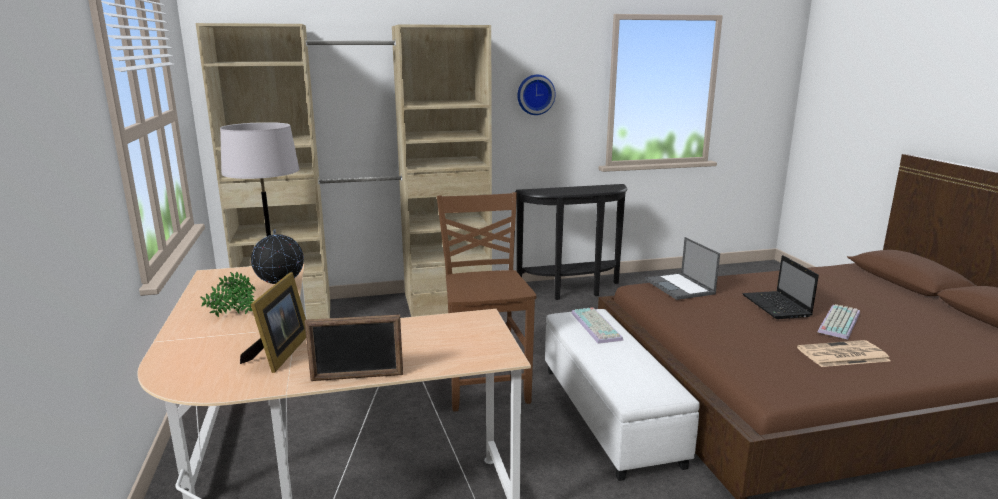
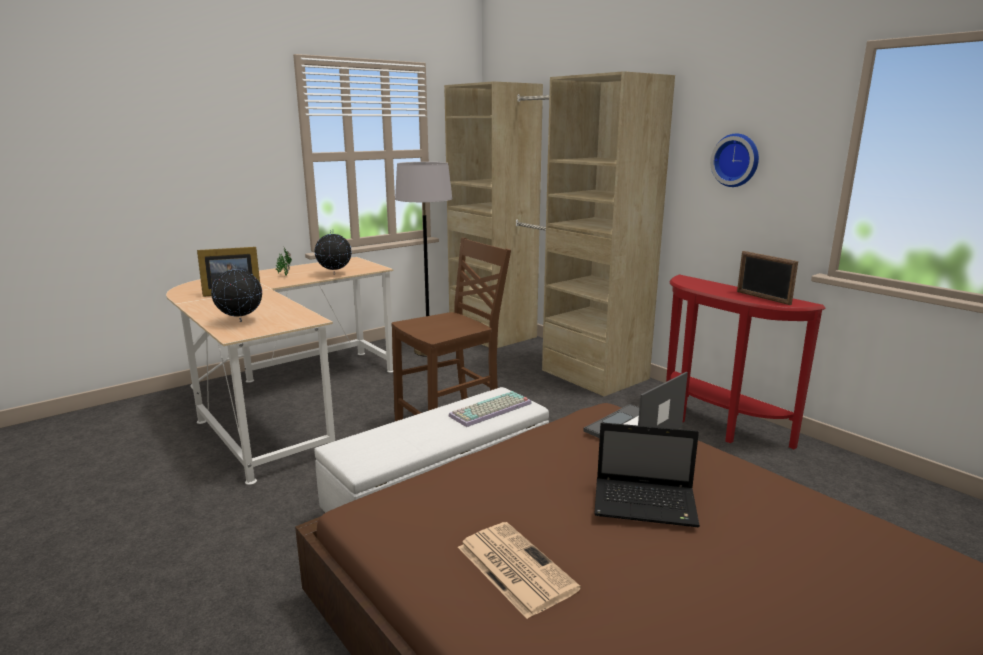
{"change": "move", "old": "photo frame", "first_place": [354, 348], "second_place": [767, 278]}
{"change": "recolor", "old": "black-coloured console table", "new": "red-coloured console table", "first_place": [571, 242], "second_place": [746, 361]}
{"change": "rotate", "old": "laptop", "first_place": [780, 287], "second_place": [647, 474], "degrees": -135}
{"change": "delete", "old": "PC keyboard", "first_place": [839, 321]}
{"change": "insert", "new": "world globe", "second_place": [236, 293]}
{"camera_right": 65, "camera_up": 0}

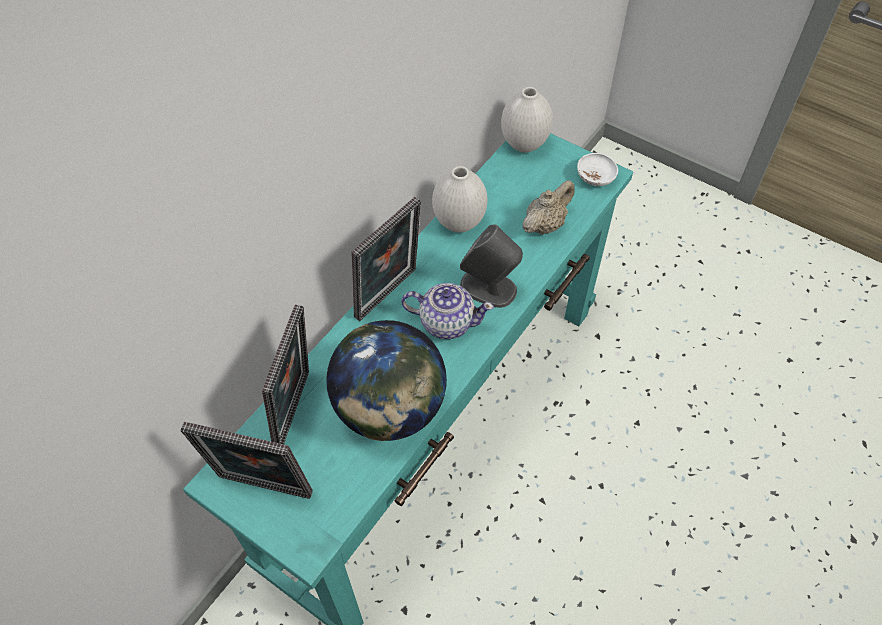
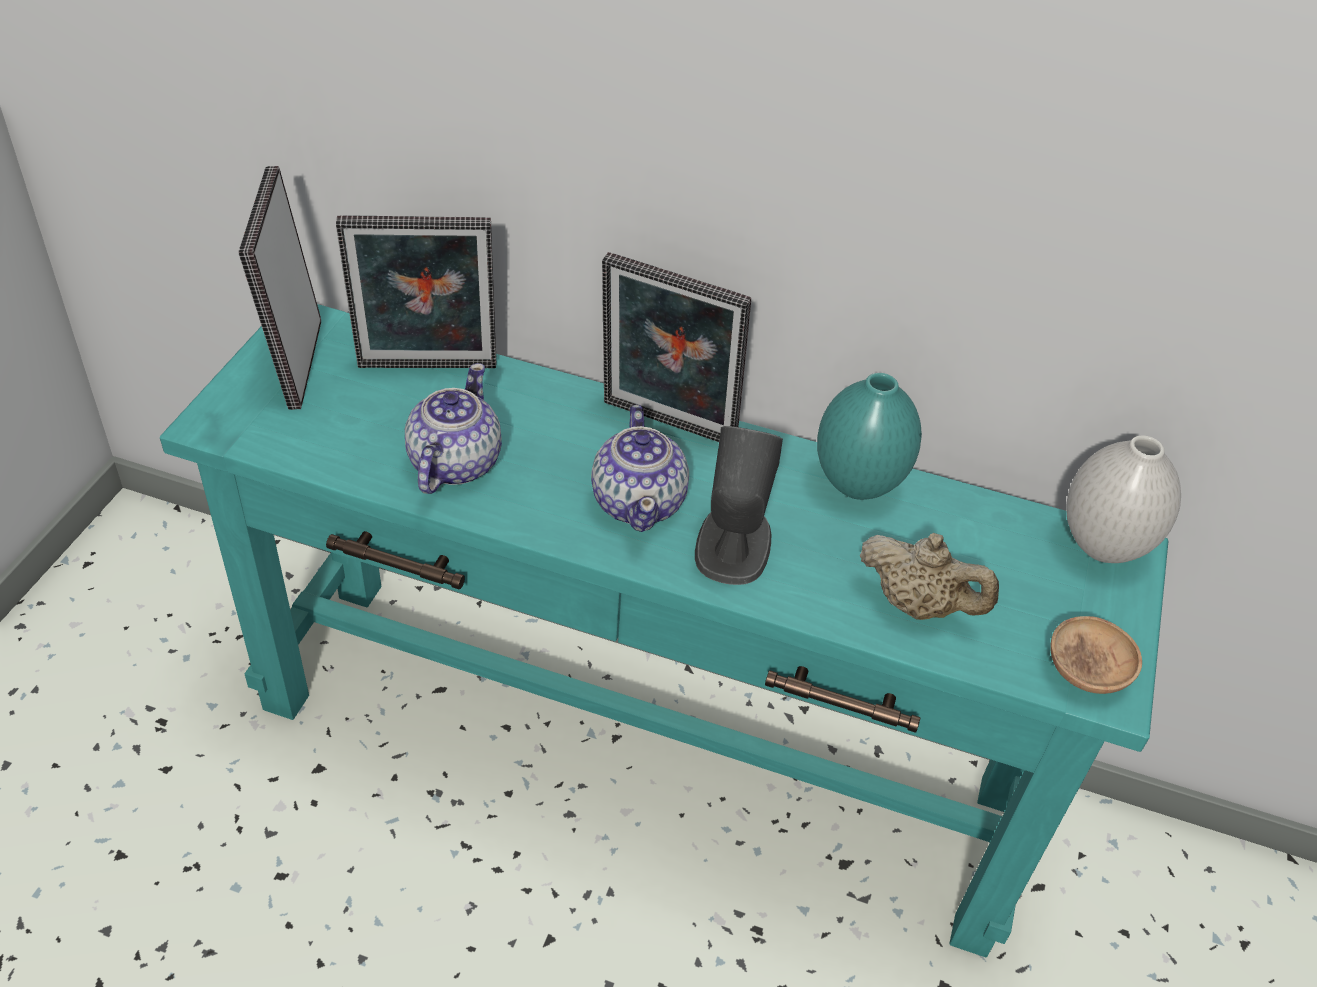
{"change": "replace", "old": "world globe", "new": "pot for tea", "first_place": [386, 380], "second_place": [453, 428]}
{"change": "recolor", "old": "whitish flower vase", "new": "turquoise-coloured flower vase", "first_place": [459, 199], "second_place": [869, 436]}
{"change": "recolor", "old": "whitish serving bowl", "new": "brown serving bowl", "first_place": [597, 169], "second_place": [1096, 655]}
{"camera_right": 70, "camera_up": -10}

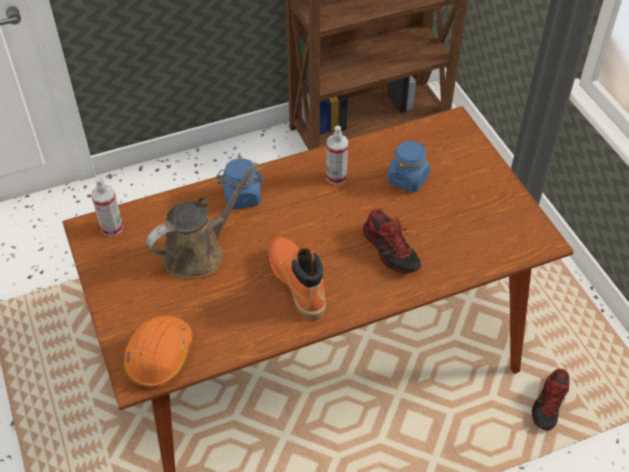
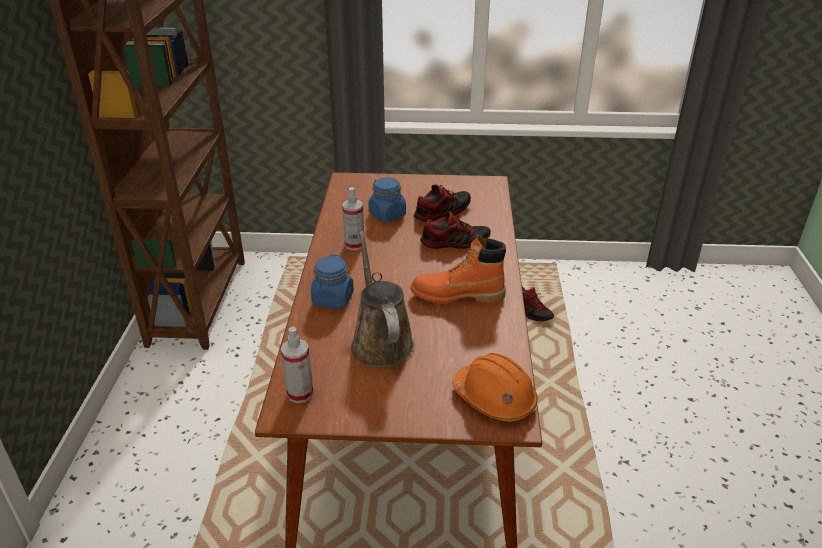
{"change": "insert", "new": "item of footwear", "second_place": [442, 203]}
{"camera_right": -65, "camera_up": -15}

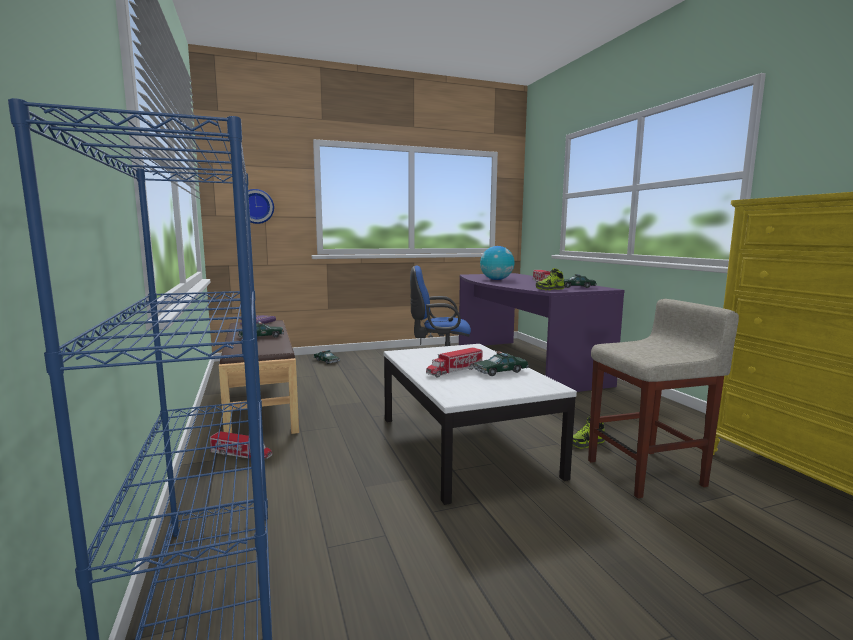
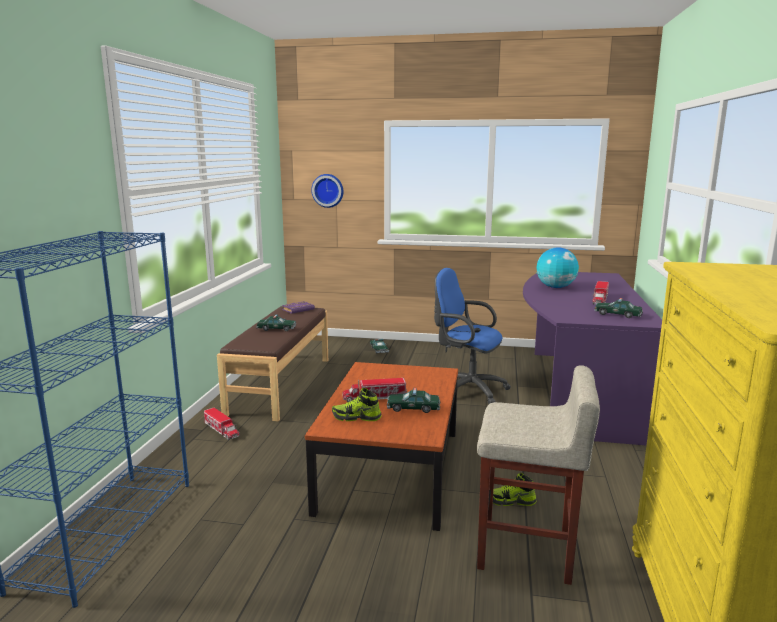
{"change": "recolor", "old": "whitish coffee table", "new": "brown coffee table", "first_place": [480, 424], "second_place": [381, 446]}
{"change": "move", "old": "item of footwear", "first_place": [550, 279], "second_place": [357, 404]}
{"camera_right": 30, "camera_up": 5}

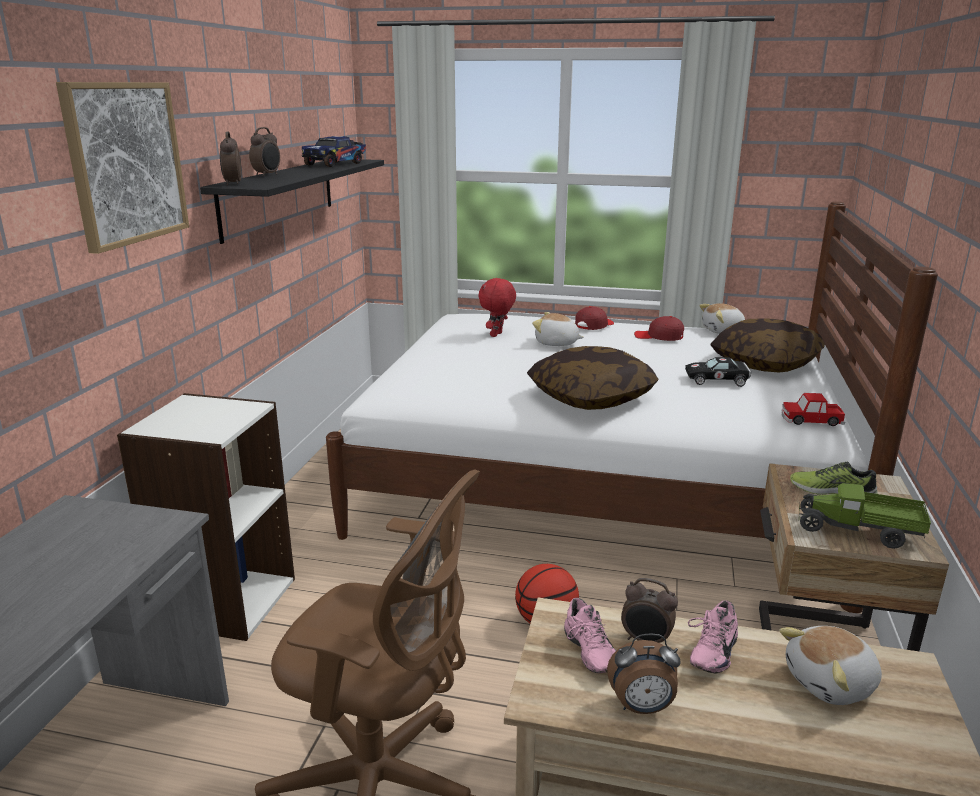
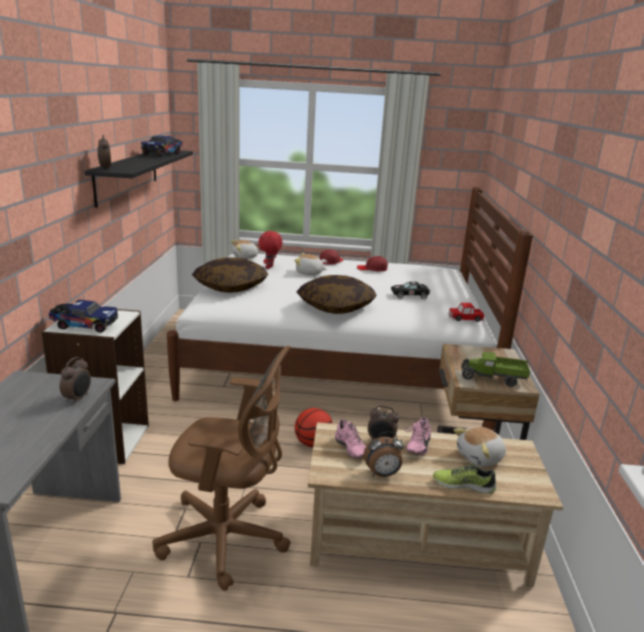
{"change": "delete", "old": "wall art", "first_place": [122, 168]}
{"change": "move", "old": "alarm clock", "first_place": [264, 151], "second_place": [75, 380]}
{"change": "move", "old": "plush toy", "first_place": [722, 318], "second_place": [246, 249]}
{"change": "move", "old": "throw pillow", "first_place": [767, 345], "second_place": [230, 275]}
{"change": "move", "old": "item of footwear", "first_place": [834, 478], "second_place": [464, 479]}
{"change": "insert", "new": "toy lorry", "second_place": [83, 316]}
{"camera_right": -10, "camera_up": 0}

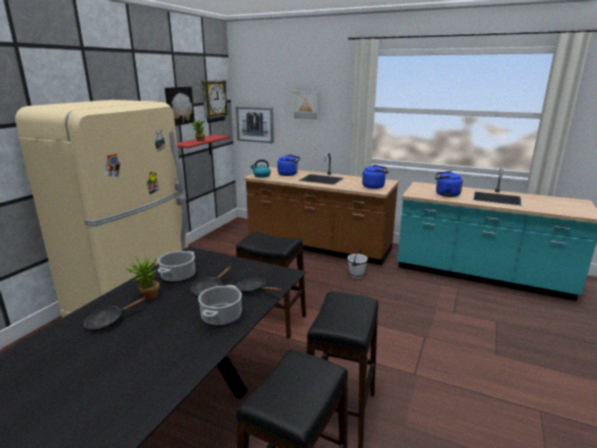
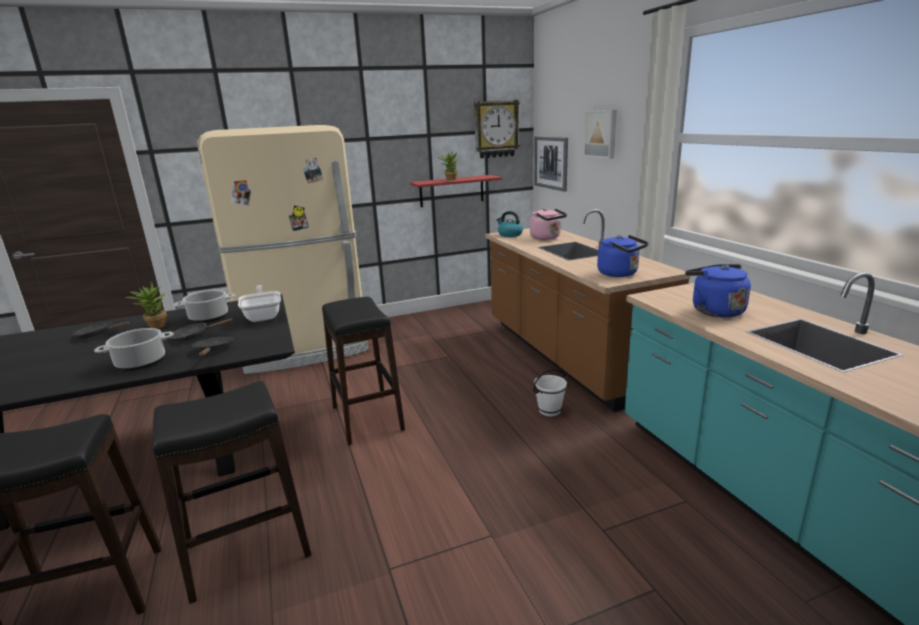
{"change": "delete", "old": "wall art", "first_place": [180, 106]}
{"change": "recolor", "old": "bluish tea kettle", "new": "pink tea kettle", "first_place": [288, 165], "second_place": [548, 224]}
{"change": "insert", "new": "skillet", "second_place": [259, 303]}
{"camera_right": 45, "camera_up": 0}

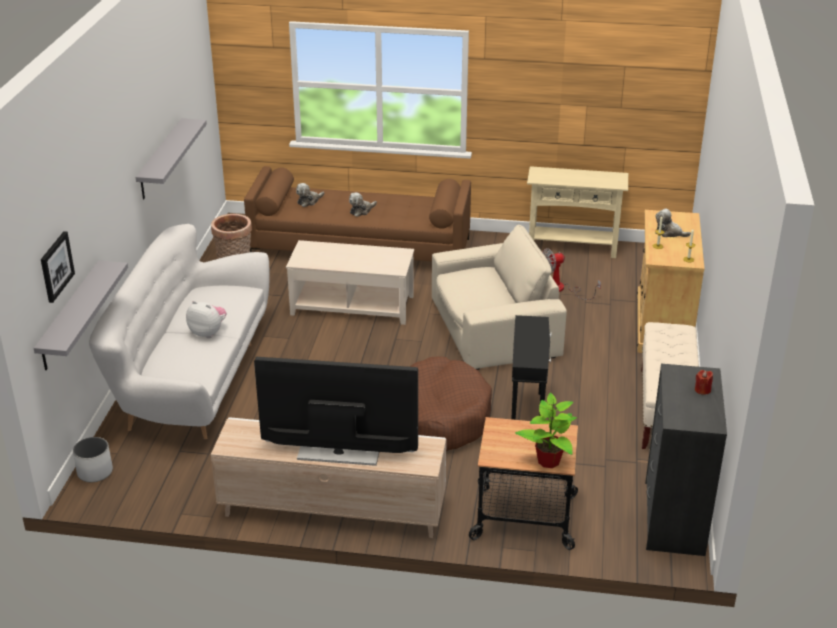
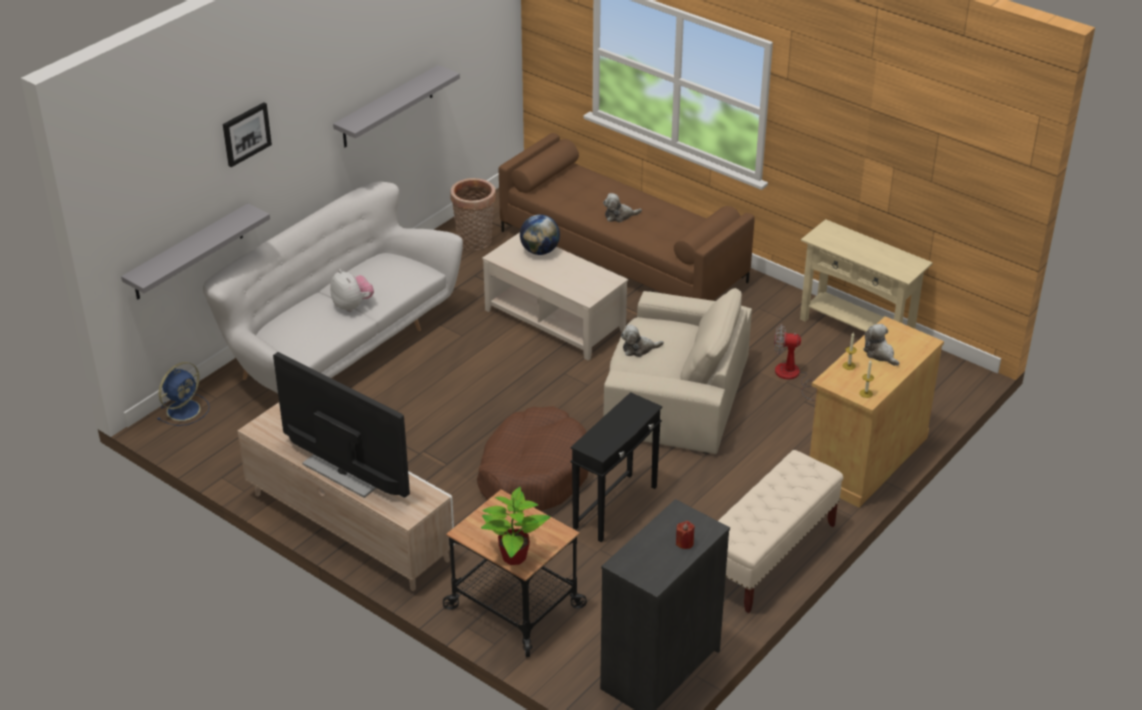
{"change": "move", "old": "wall art", "first_place": [58, 267], "second_place": [247, 134]}
{"change": "replace", "old": "whitish flower pot", "new": "bluish cooling fan", "first_place": [93, 459], "second_place": [183, 394]}
{"change": "move", "old": "plush toy", "first_place": [310, 195], "second_place": [642, 341]}
{"change": "insert", "new": "world globe", "second_place": [540, 234]}
{"camera_right": 30, "camera_up": 5}

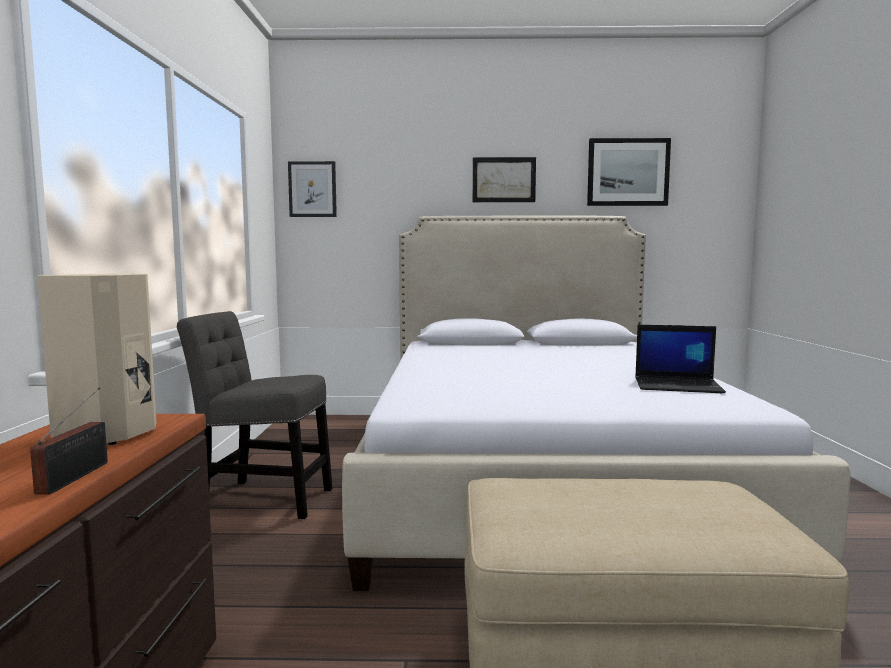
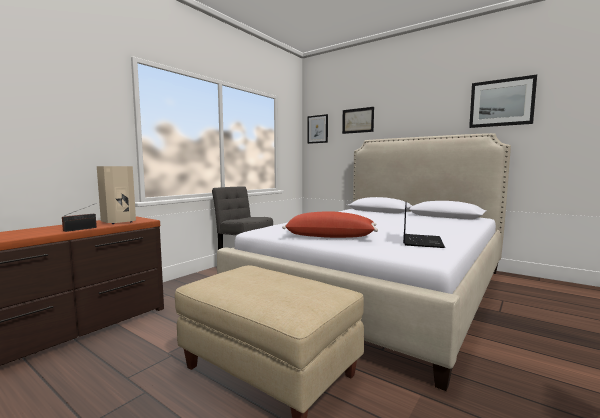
{"change": "move", "old": "wall art", "first_place": [504, 179], "second_place": [358, 120]}
{"change": "rotate", "old": "laptop", "first_place": [680, 359], "second_place": [424, 225], "degrees": -120}
{"change": "insert", "new": "red-coloured throw pillow", "second_place": [330, 224]}
{"camera_right": 35, "camera_up": 0}

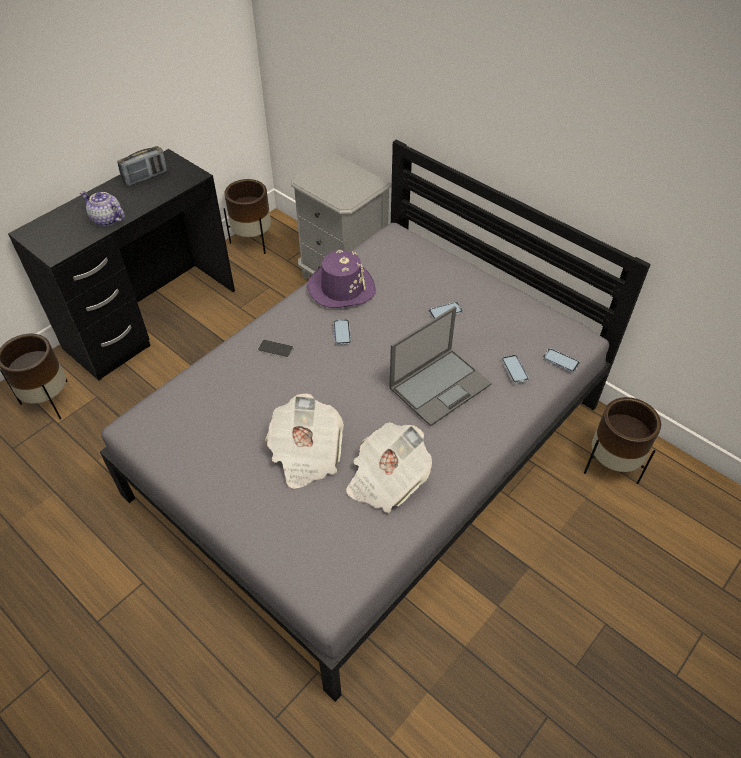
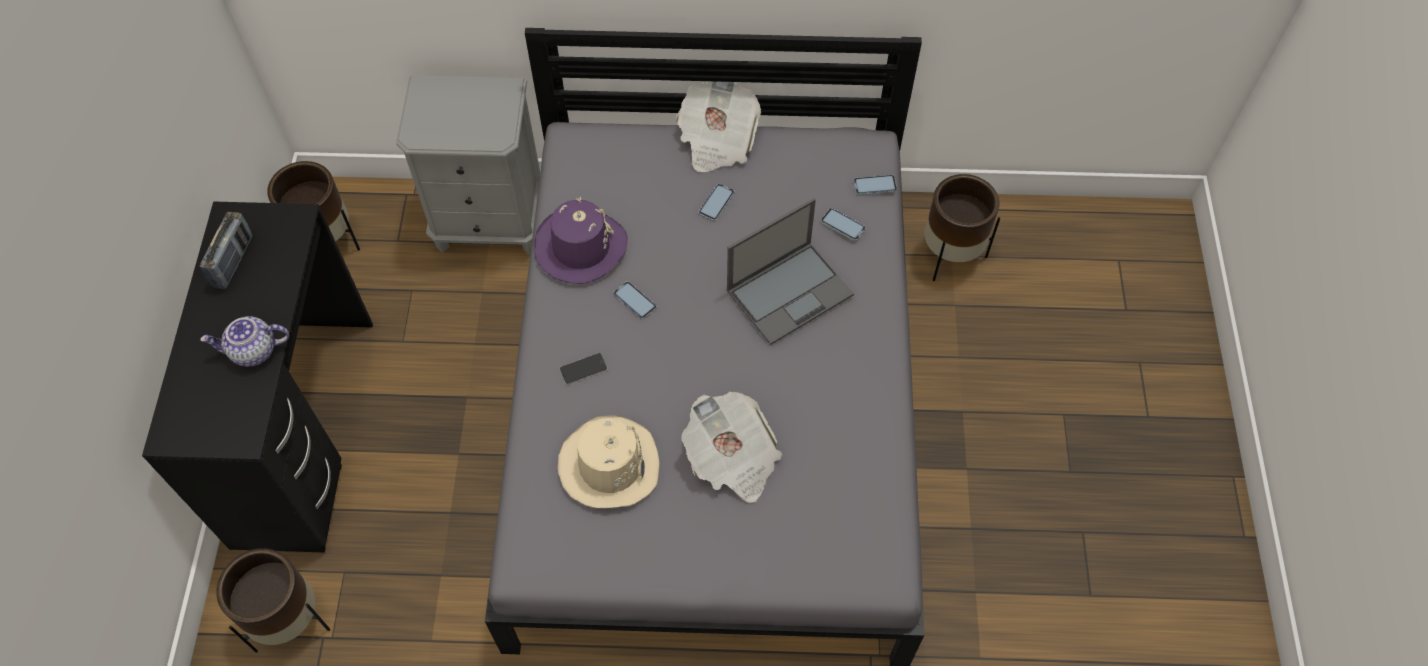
{"change": "move", "old": "daily paper", "first_place": [389, 467], "second_place": [718, 126]}
{"change": "rotate", "old": "laptop", "first_place": [440, 366], "second_place": [790, 271], "degrees": 45}
{"change": "insert", "new": "sand-coloured clothing hat", "second_place": [608, 461]}
{"camera_right": -40, "camera_up": 10}

